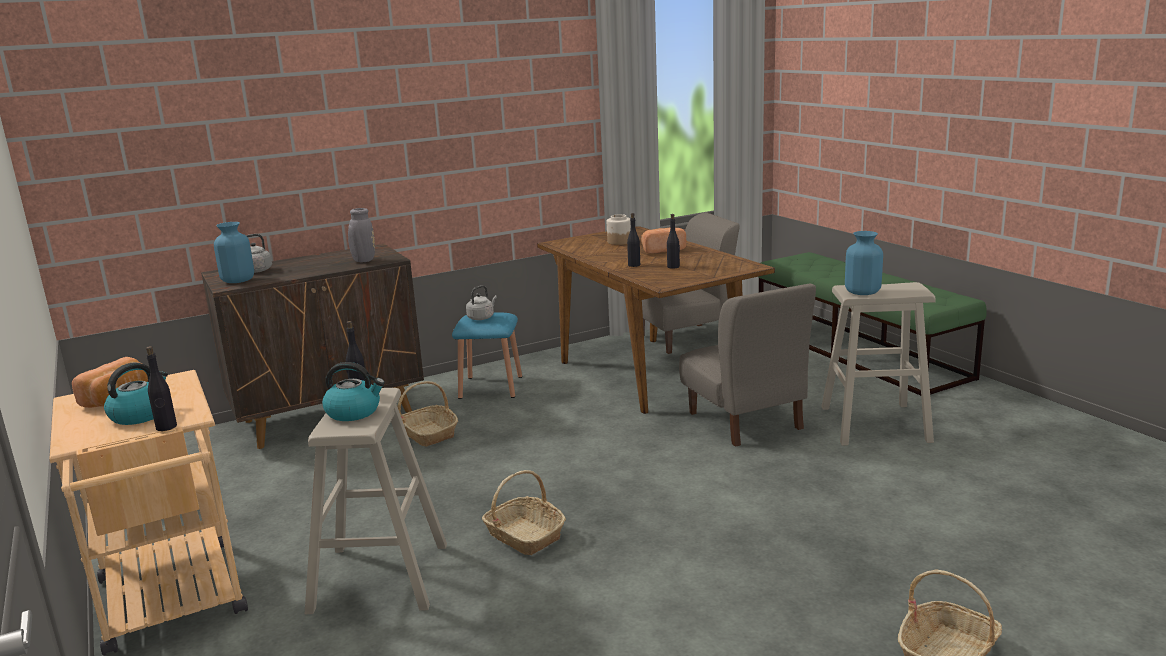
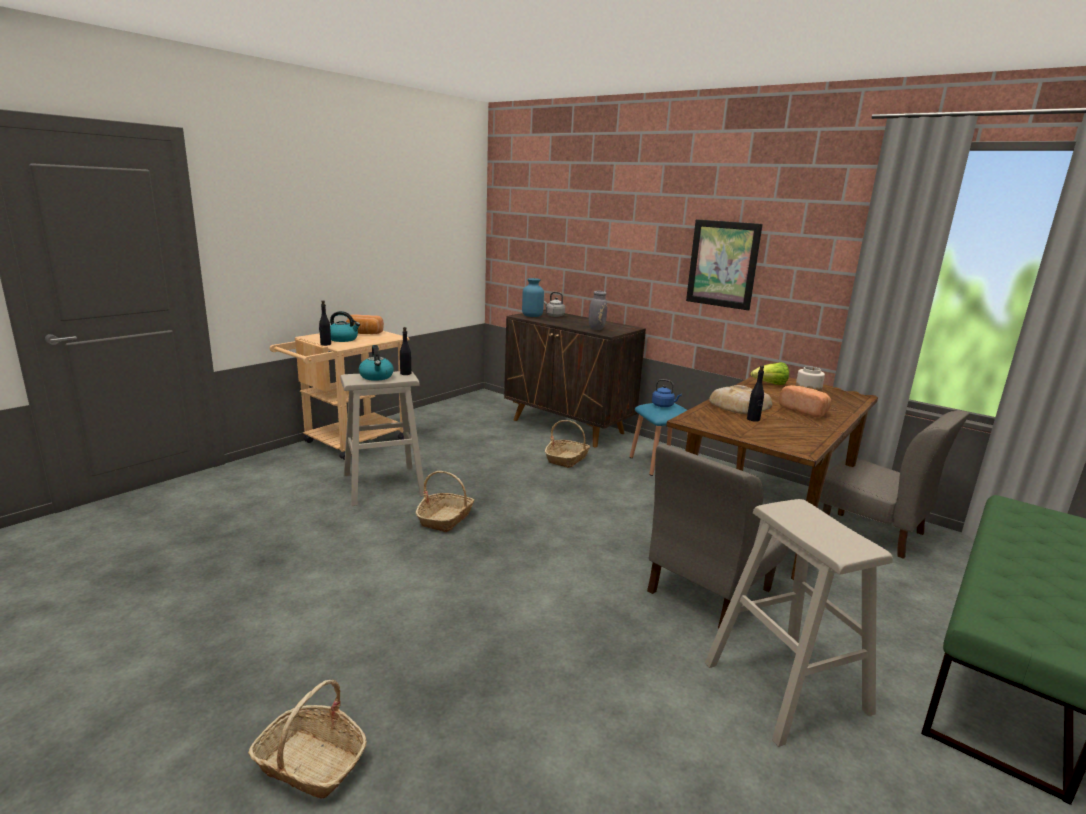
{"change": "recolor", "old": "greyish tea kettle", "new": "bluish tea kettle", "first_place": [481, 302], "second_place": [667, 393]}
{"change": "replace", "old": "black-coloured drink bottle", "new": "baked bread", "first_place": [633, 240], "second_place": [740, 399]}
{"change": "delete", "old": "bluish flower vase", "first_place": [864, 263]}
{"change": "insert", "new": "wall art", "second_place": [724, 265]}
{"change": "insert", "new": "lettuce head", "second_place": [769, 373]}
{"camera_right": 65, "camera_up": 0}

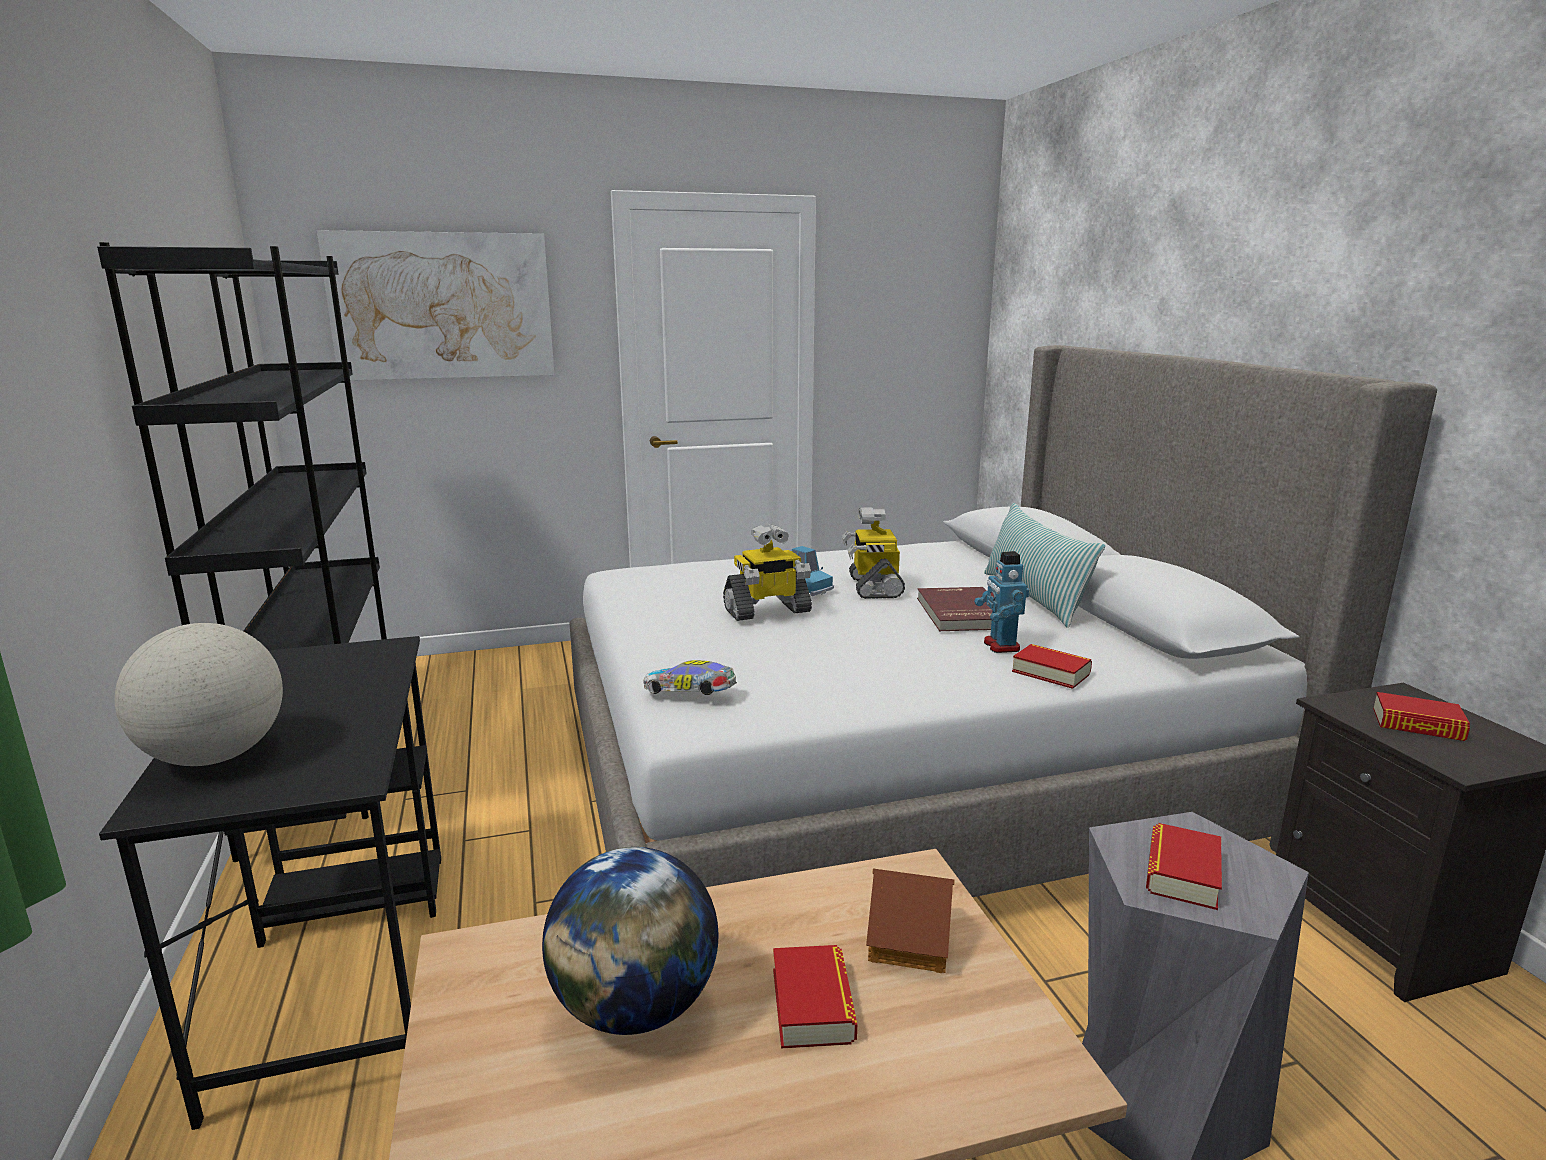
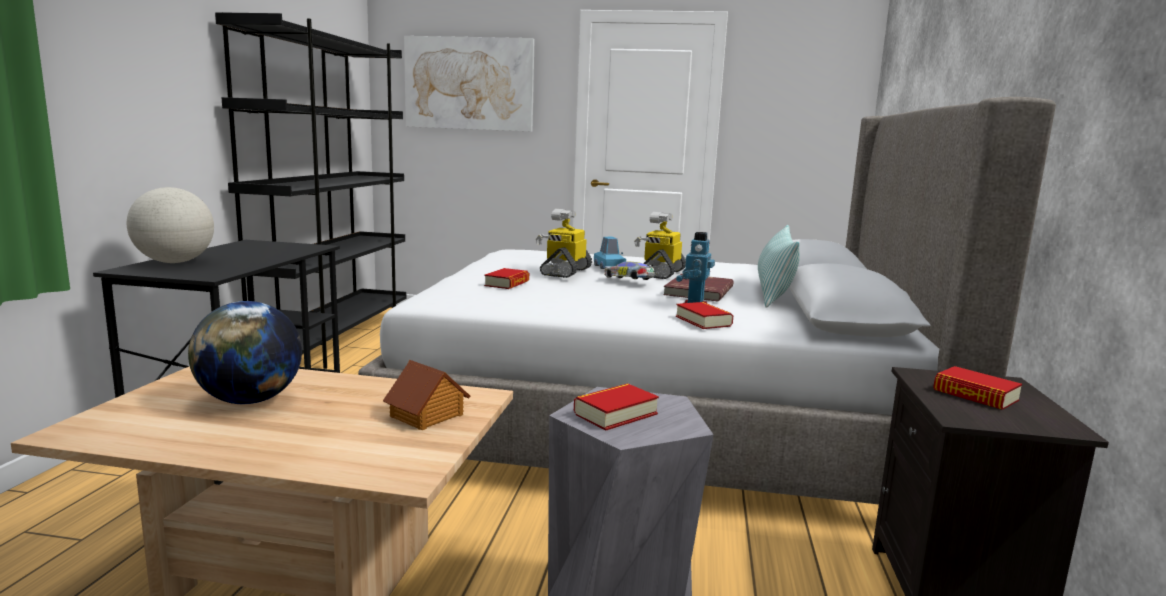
{"change": "move", "old": "toy car", "first_place": [690, 677], "second_place": [629, 271]}
{"change": "rotate", "old": "robot figure", "first_place": [767, 572], "second_place": [564, 243], "degrees": 105}
{"change": "move", "old": "bound book", "first_place": [815, 996], "second_place": [506, 278]}
{"camera_right": 25, "camera_up": -5}

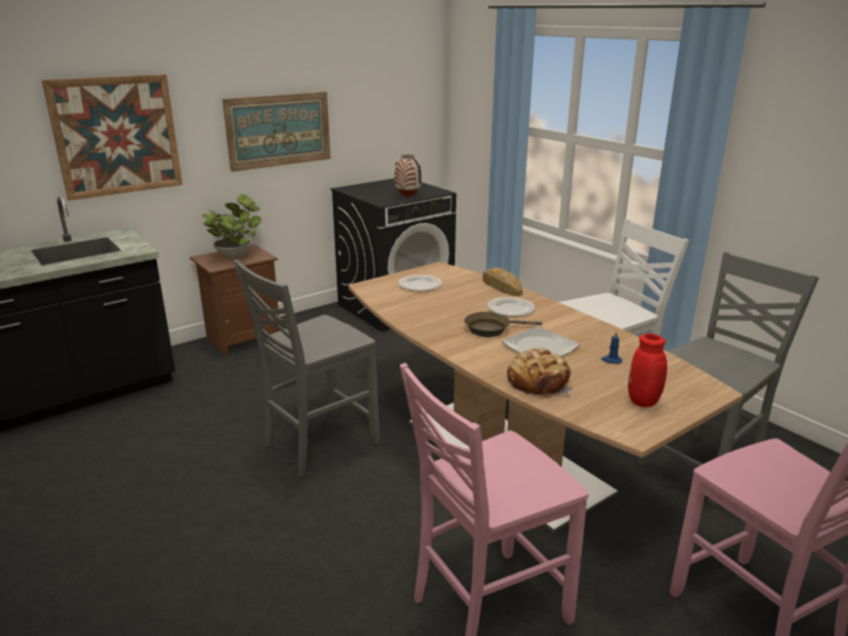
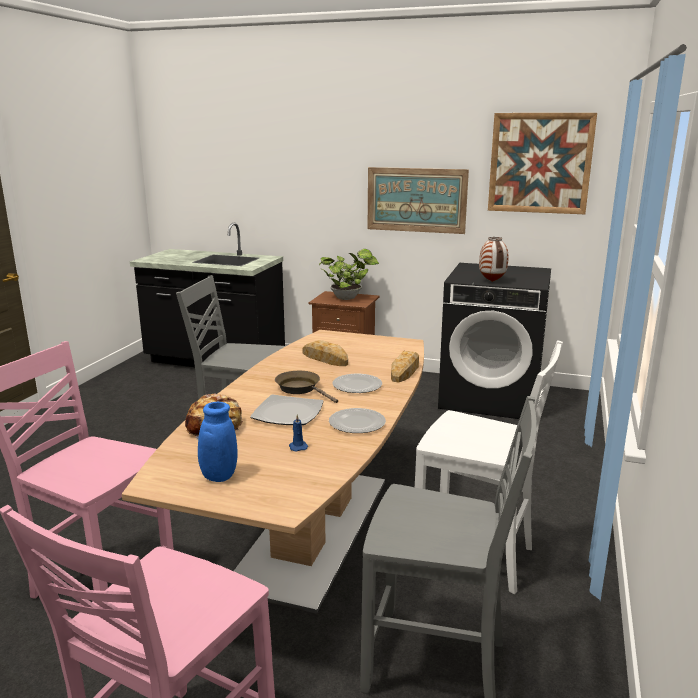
{"change": "move", "old": "wall art", "first_place": [112, 137], "second_place": [542, 163]}
{"change": "move", "old": "flat dish", "first_place": [420, 283], "second_place": [357, 420]}
{"change": "recolor", "old": "red-coloured flower vase", "new": "bluish flower vase", "first_place": [647, 370], "second_place": [197, 442]}
{"change": "insert", "new": "baked bread", "second_place": [325, 353]}
{"camera_right": 55, "camera_up": -5}

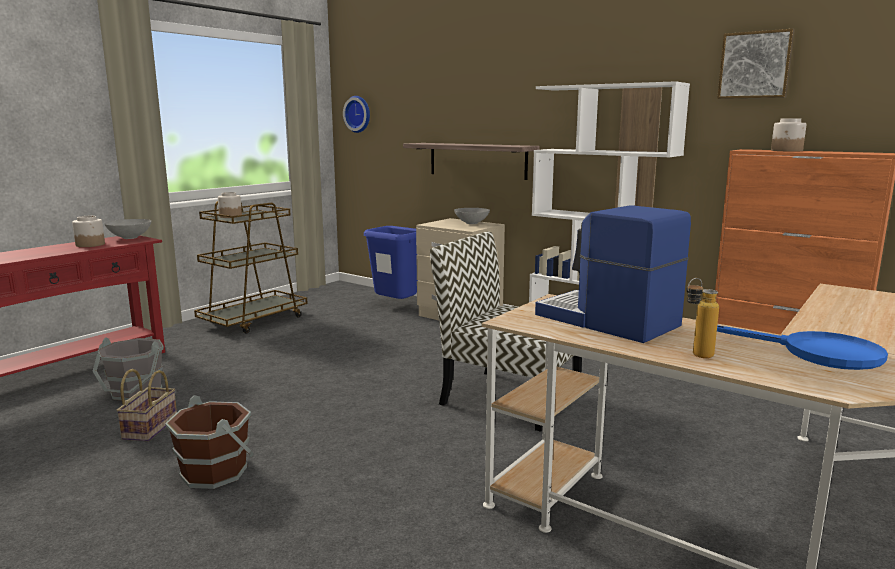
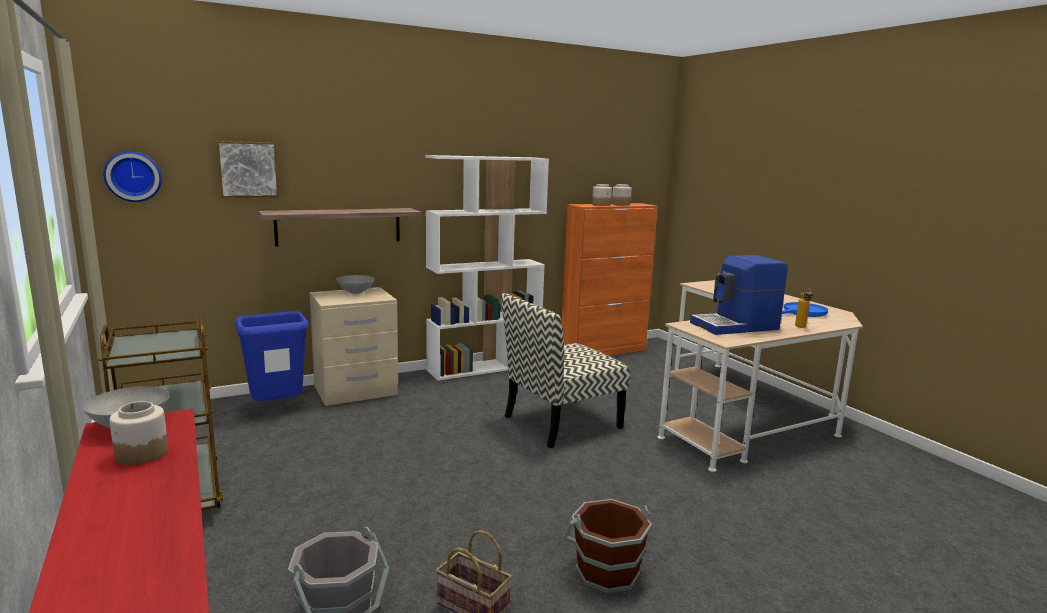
{"change": "move", "old": "jar", "first_place": [230, 205], "second_place": [622, 195]}
{"change": "move", "old": "wall art", "first_place": [756, 64], "second_place": [247, 169]}
{"camera_right": -65, "camera_up": 0}

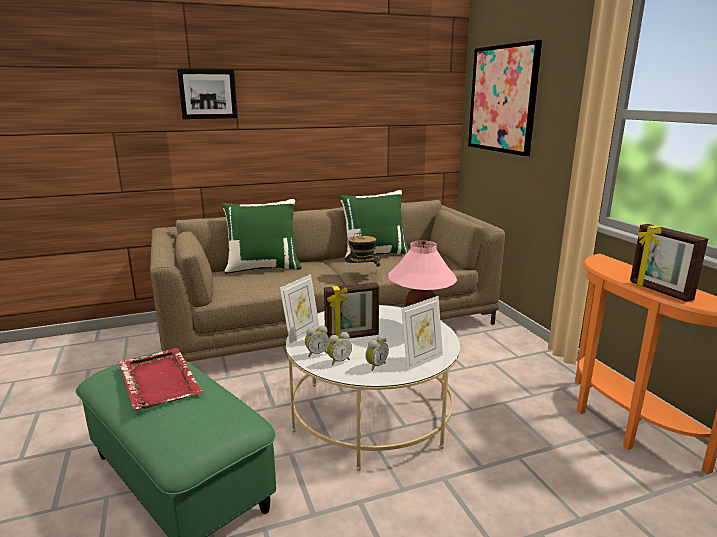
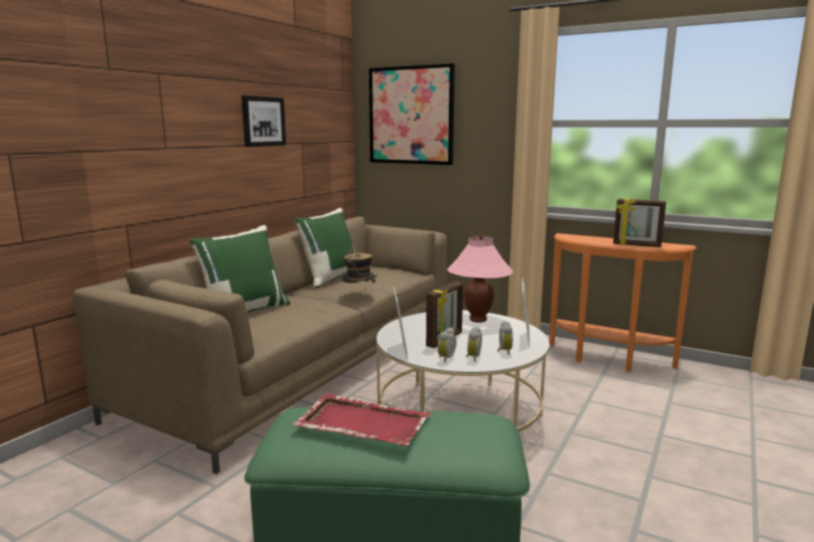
{"change": "move", "old": "wall art", "first_place": [207, 94], "second_place": [264, 121]}
{"camera_right": -40, "camera_up": -5}

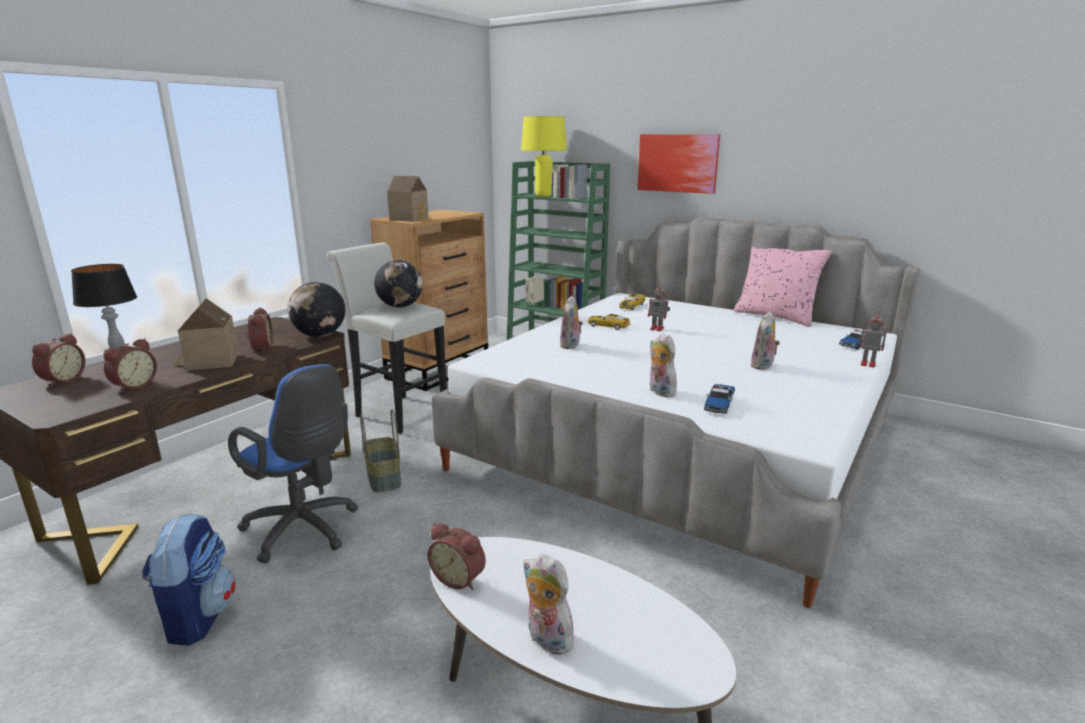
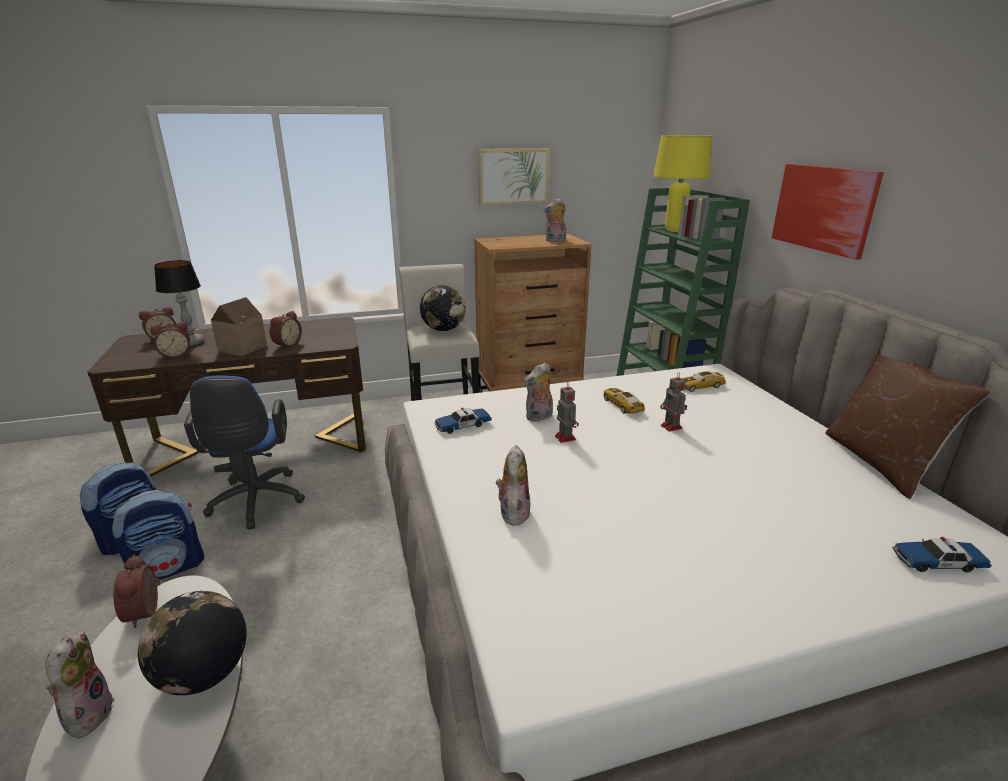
{"change": "move", "old": "world globe", "first_place": [316, 309], "second_place": [192, 643]}
{"change": "delete", "old": "basket", "first_place": [380, 451]}
{"change": "delete", "old": "miniature house", "first_place": [408, 199]}
{"change": "move", "old": "toy car", "first_place": [719, 399], "second_place": [463, 421]}
{"change": "recolor", "old": "pink throw pillow", "new": "brown throw pillow", "first_place": [782, 287], "second_place": [907, 424]}
{"change": "move", "old": "plush toy", "first_place": [765, 341], "second_place": [555, 220]}
{"change": "move", "old": "robot figure", "first_place": [872, 340], "second_place": [567, 412]}
{"change": "insert", "new": "knapsack", "second_place": [158, 535]}
{"change": "insert", "new": "wall art", "second_place": [514, 176]}
{"camera_right": 40, "camera_up": 5}

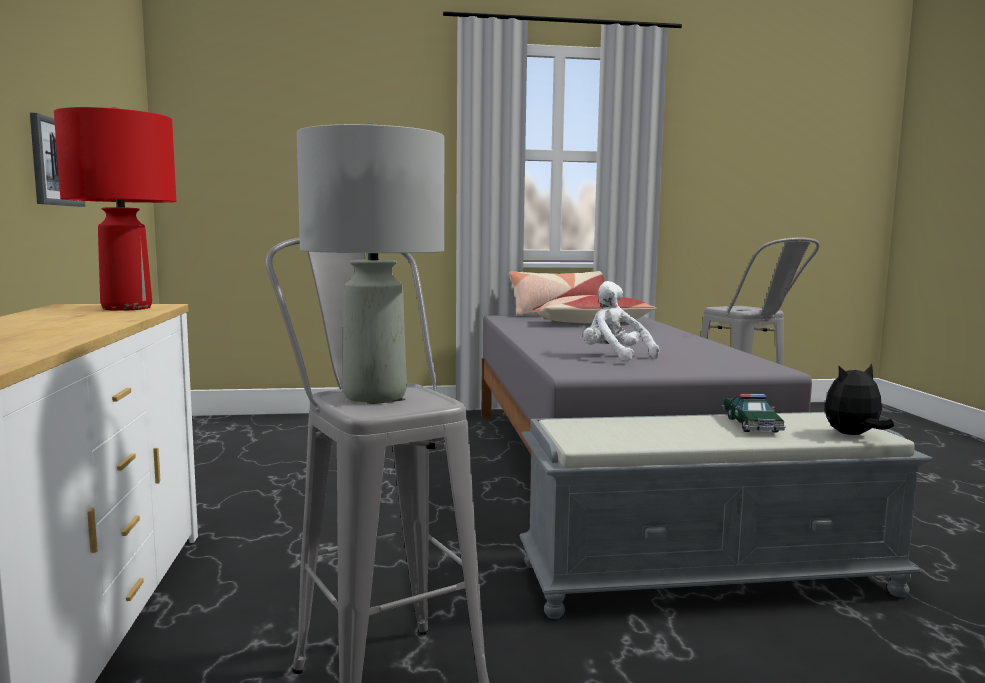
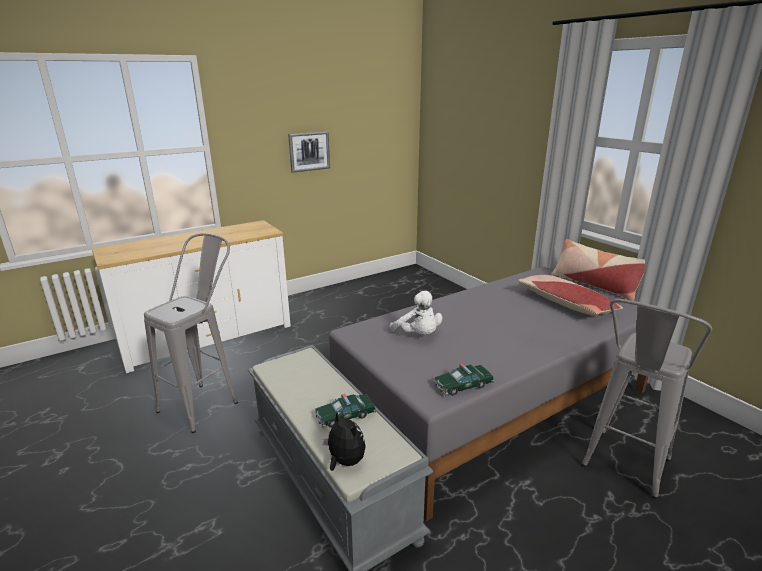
{"change": "delete", "old": "red-coloured table lamp", "first_place": [115, 209]}
{"change": "delete", "old": "greyish table lamp", "first_place": [370, 262]}
{"change": "rotate", "old": "whitish plush toy", "first_place": [621, 321], "second_place": [416, 313], "degrees": 120}
{"change": "insert", "new": "toy car", "second_place": [464, 380]}
{"camera_right": 65, "camera_up": 15}

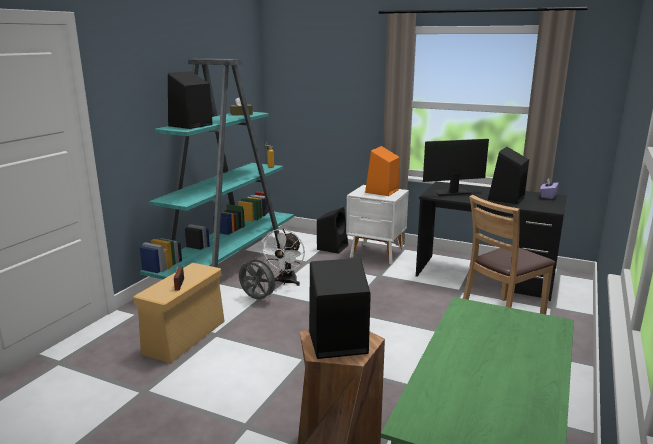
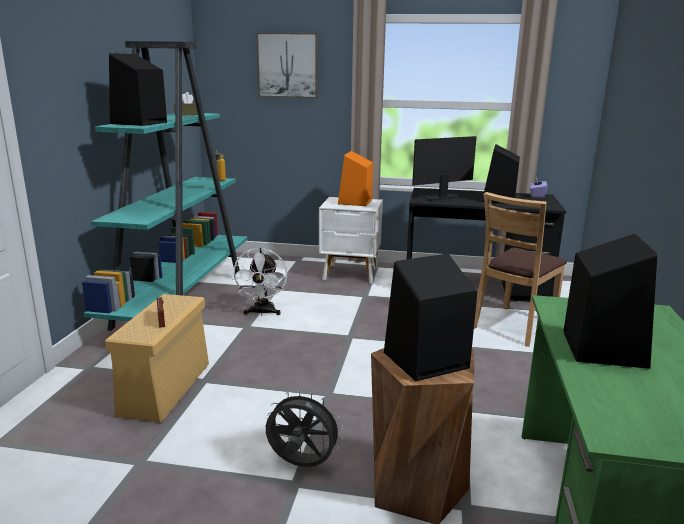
{"change": "move", "old": "greyish cooling fan", "first_place": [259, 277], "second_place": [304, 428]}
{"change": "move", "old": "black-coloured audio speaker", "first_place": [332, 230], "second_place": [610, 301]}
{"change": "insert", "new": "wall art", "second_place": [287, 65]}
{"camera_right": -15, "camera_up": 0}

